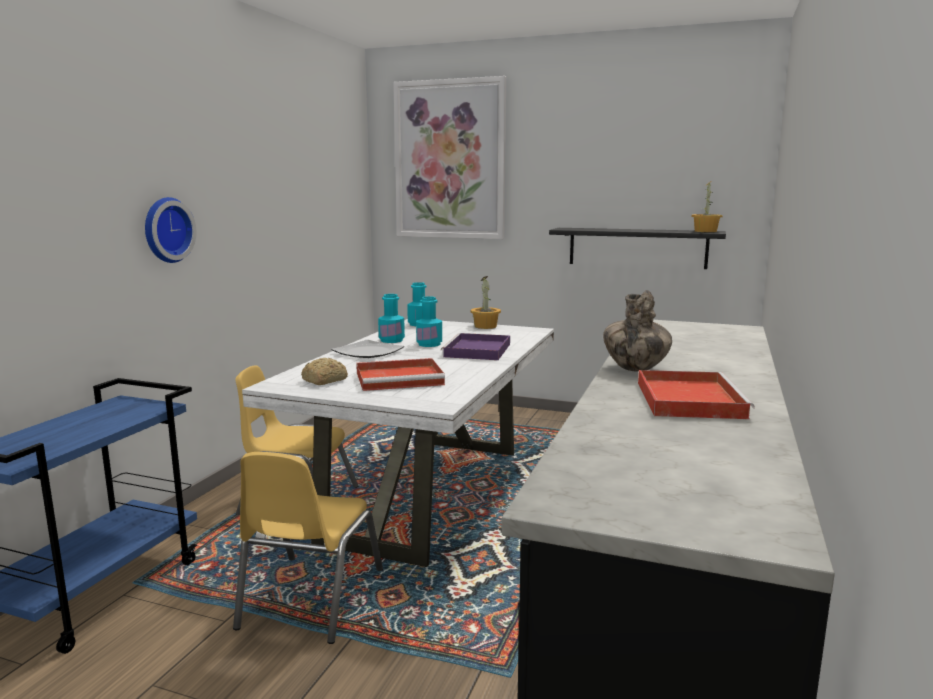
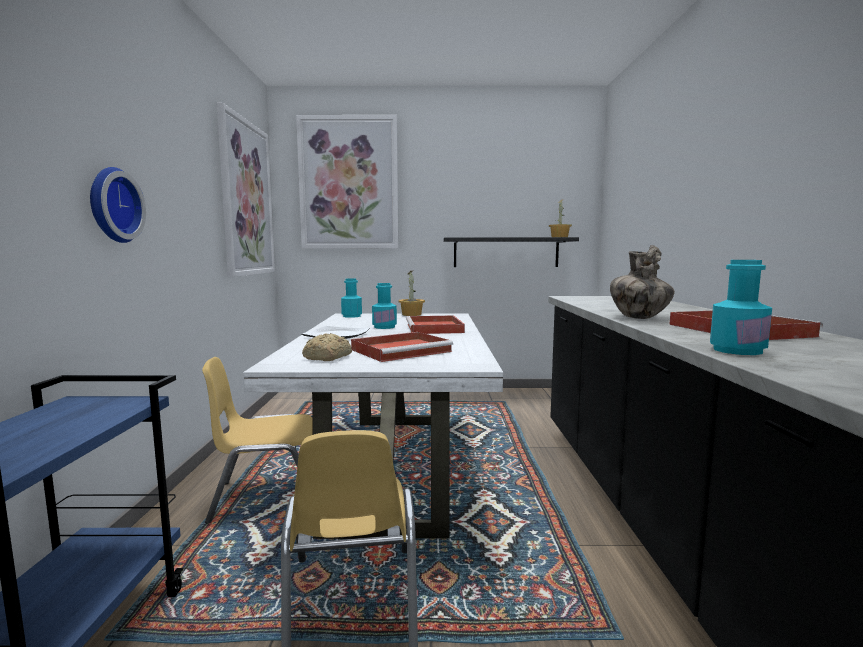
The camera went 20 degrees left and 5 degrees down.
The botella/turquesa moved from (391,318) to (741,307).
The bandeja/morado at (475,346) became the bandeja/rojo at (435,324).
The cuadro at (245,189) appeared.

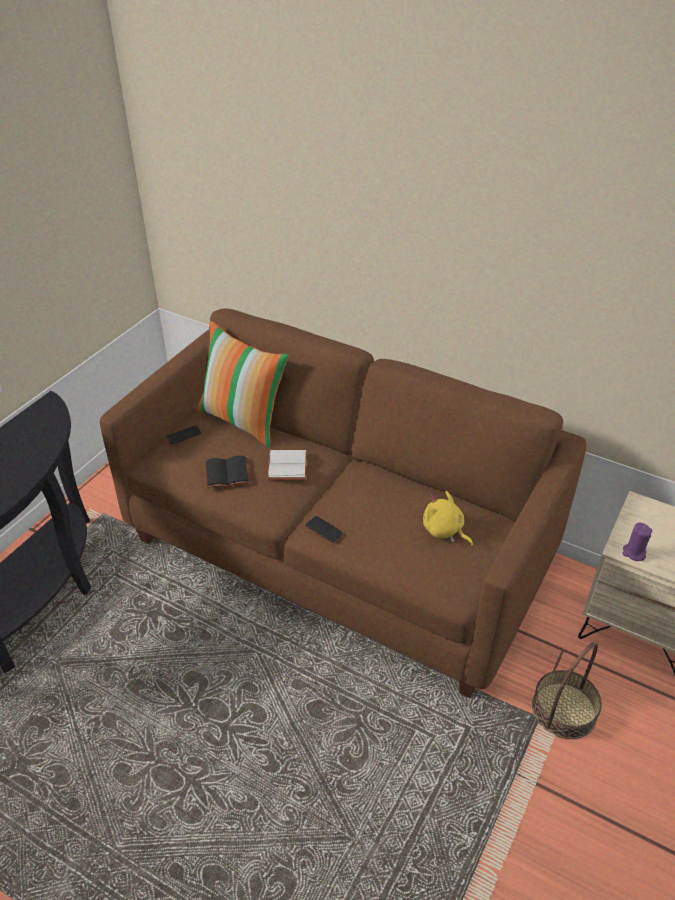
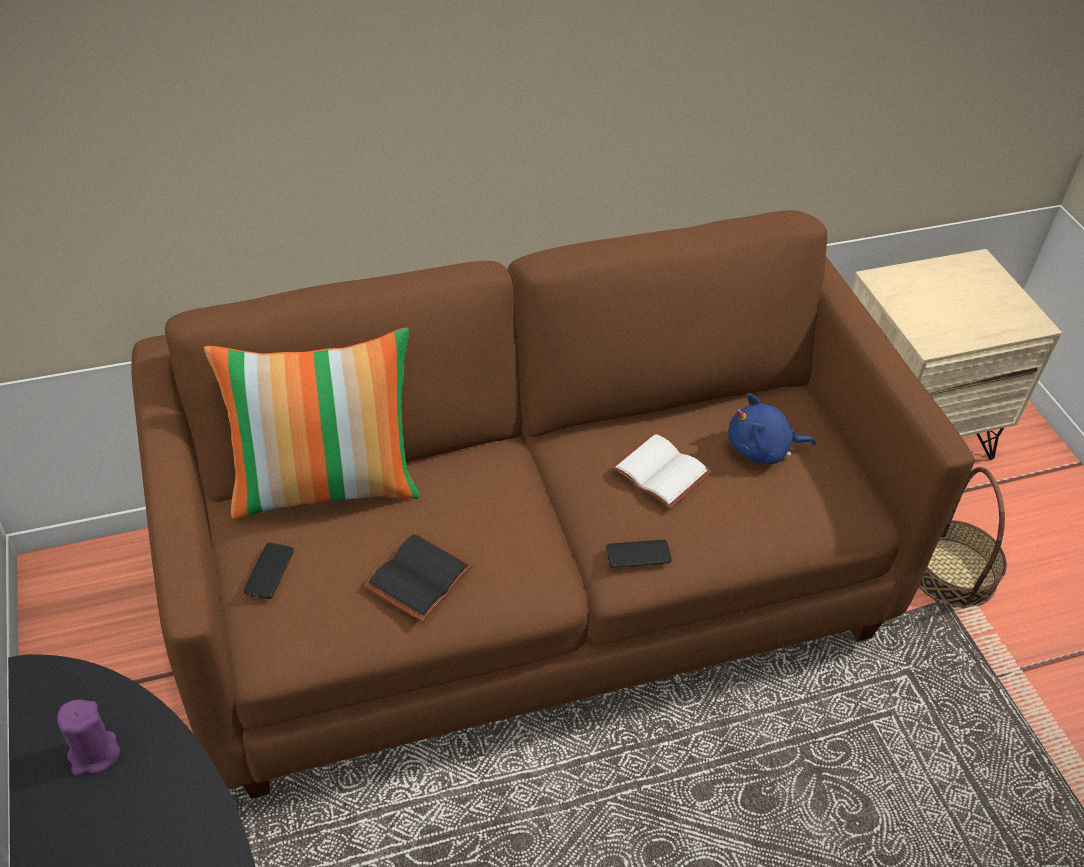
The camera went 50 degrees left and 5 degrees up.
The libro/blanco moved from (287,465) to (661,471).
The peluche/amarillo at (448,518) became the peluche/azul at (772,428).
The vela/morado moved from (637,541) to (88,737).

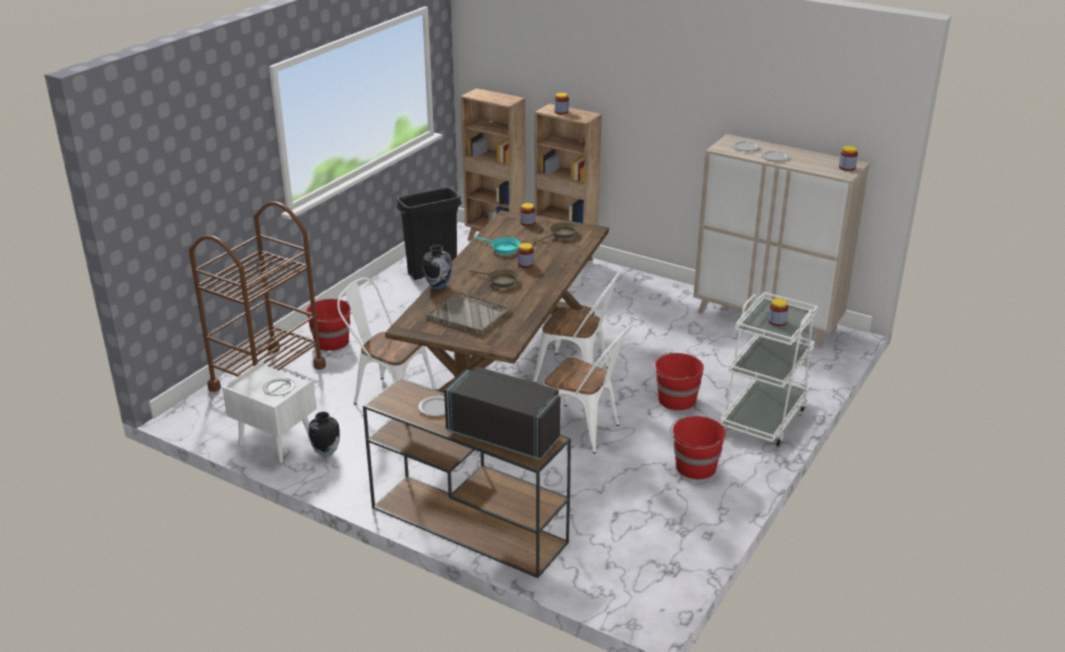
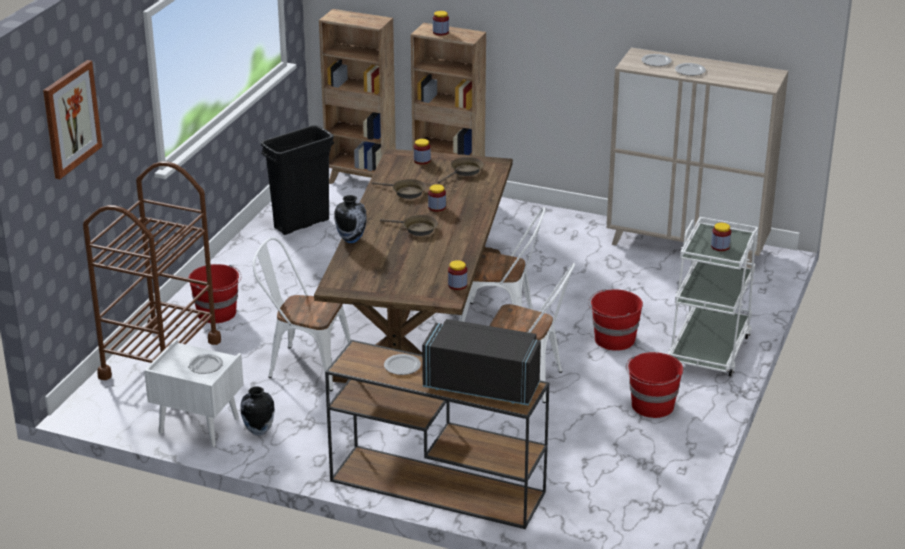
The camera went 10 degrees left and 0 degrees up.
The tarro moved from (848,158) to (457,275).
The sartén/turquesa at (498,246) became the sartén/marrón at (399,189).
The bandeja/gris at (469,313) disappeared.
The cuadro at (72,119) appeared.

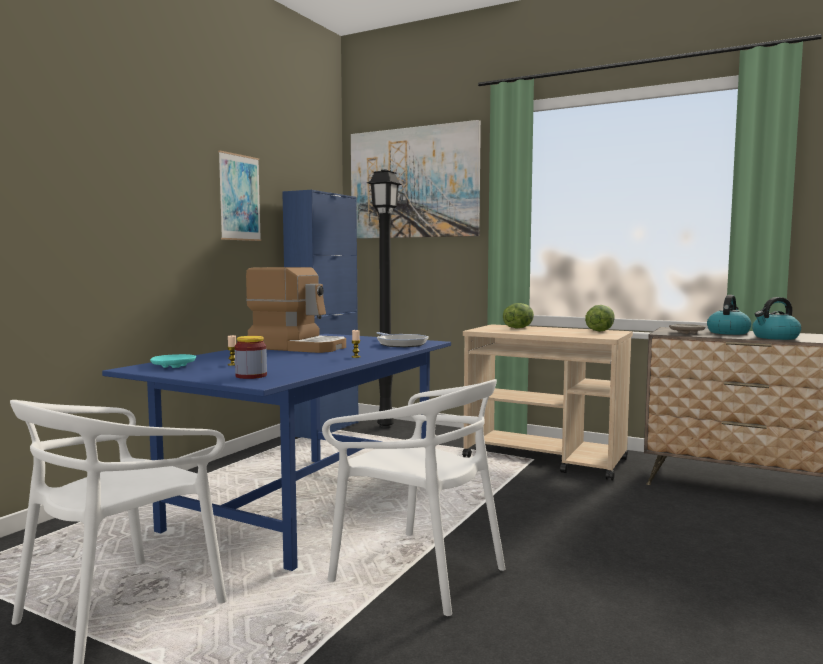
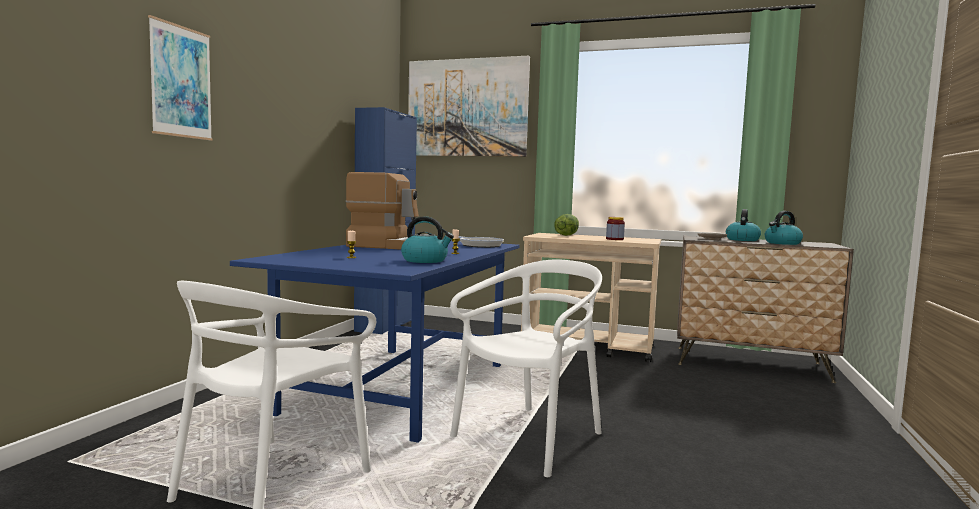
The camera went 10 degrees left and 0 degrees up.
The cuadro moved from (239,195) to (180,77).
The lámpara de pie/negro at (384,299) disappeared.
The lechuga at (600,318) disappeared.
The tarro moved from (251,357) to (615,228).
The plato/turquesa at (173,361) disappeared.
The silla/blanco at (413,497) turned 75 degrees counterclockwise.
The hervidor at (427,240) appeared.

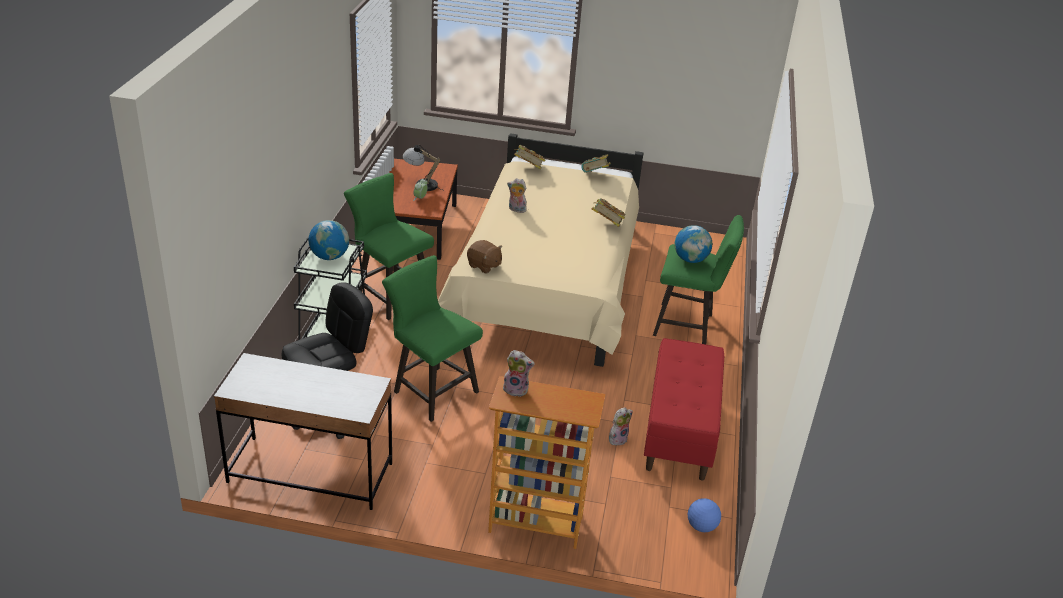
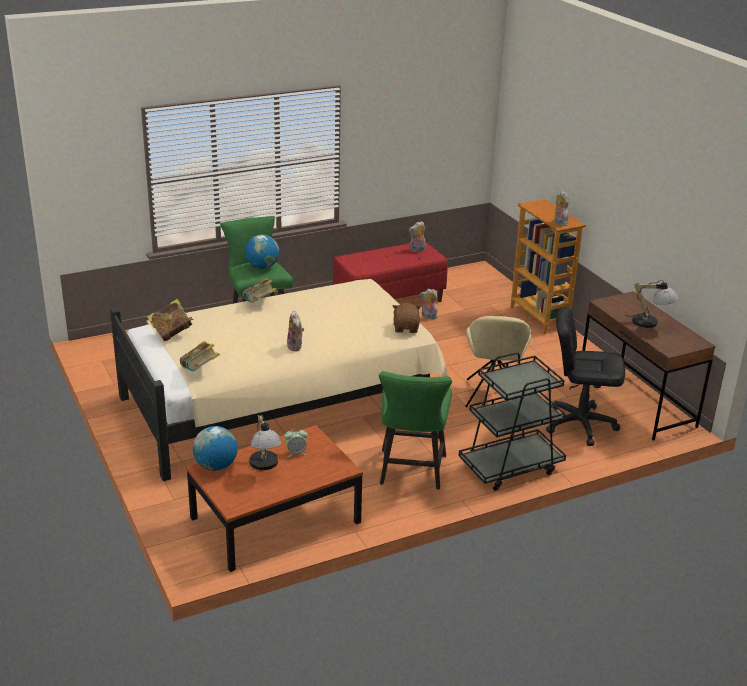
The camera went 125 degrees left and 5 degrees down.
The globo terráqueo moved from (328,240) to (215,448).
The taburete/verde at (432,338) was replaced by the silla/beis at (498,361).
The escritorio/blanco at (303,431) became the escritorio/marrón at (649,366).
The balón de fútbol at (704,515) disappeared.
The peluche at (417,236) appeared.
The lámpara de mesa at (652,304) appeared.

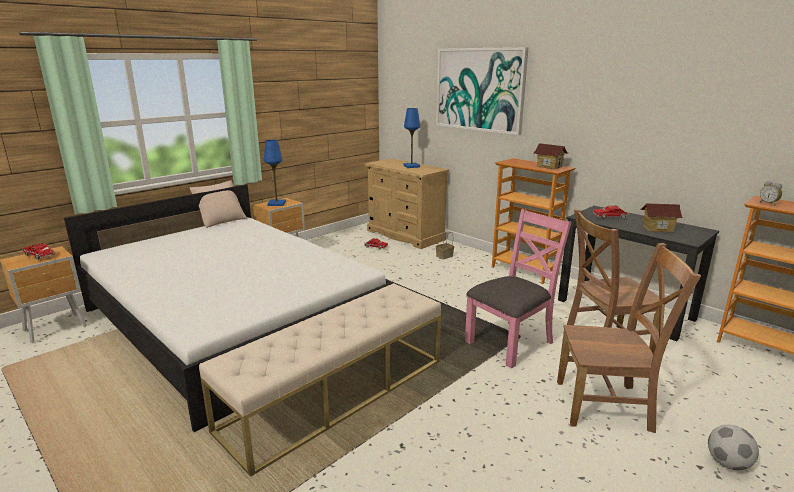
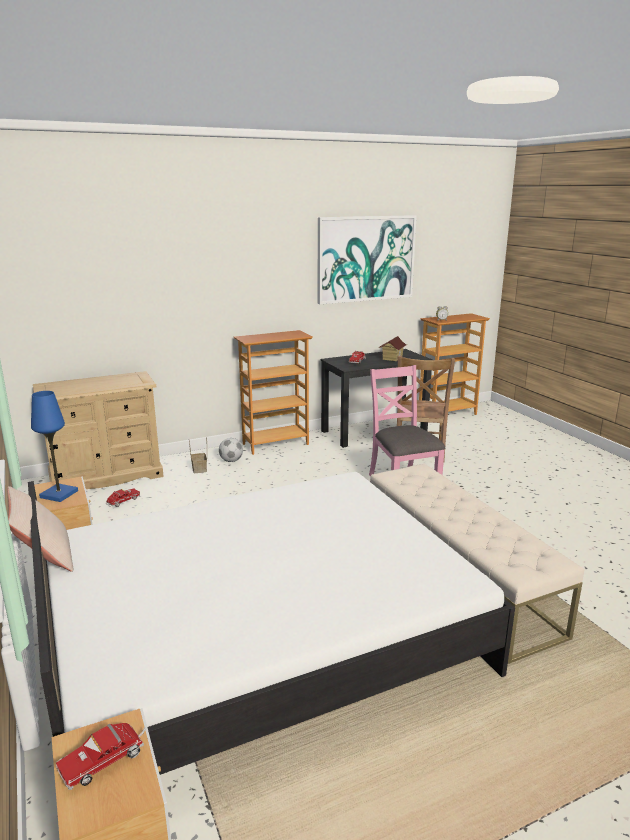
The camera went 70 degrees left and 0 degrees up.
The cuadro moved from (482,91) to (367,259).
The lámpara de mesa/azul at (411,138) disappeared.
The casita at (551,156) disappeared.
The silla/marrón at (629,338) disappeared.
The balón de fútbol moved from (733,447) to (231,450).

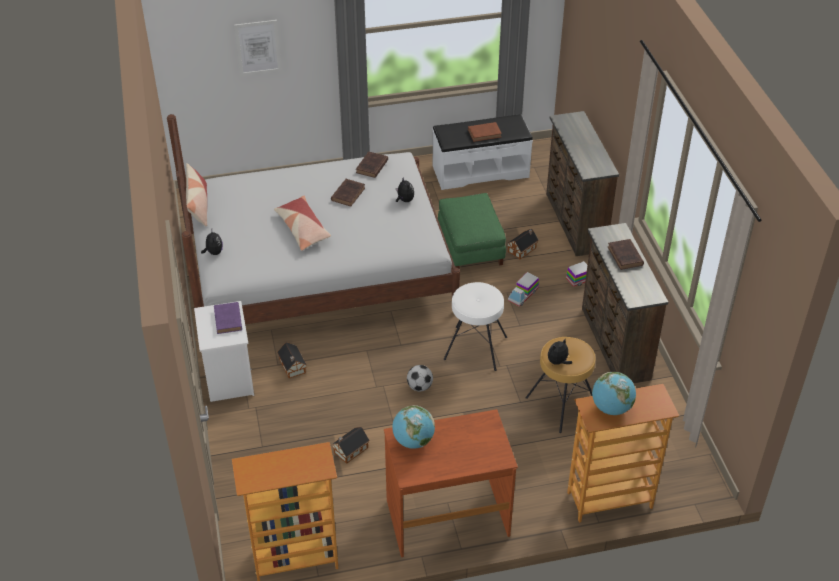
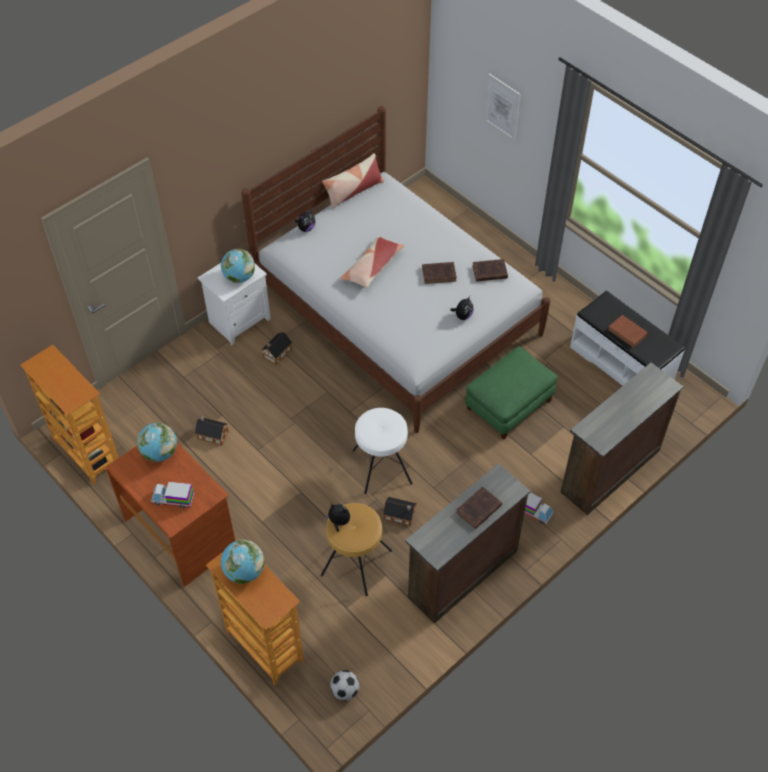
The camera went 60 degrees right and 10 degrees up.
The casita moved from (523,244) to (400,511).
The camión de juguete moved from (523,289) to (172,495).
The libro/morado at (228,318) was replaced by the globo terráqueo at (238,266).
The balón de fútbol moved from (420,378) to (344,685).

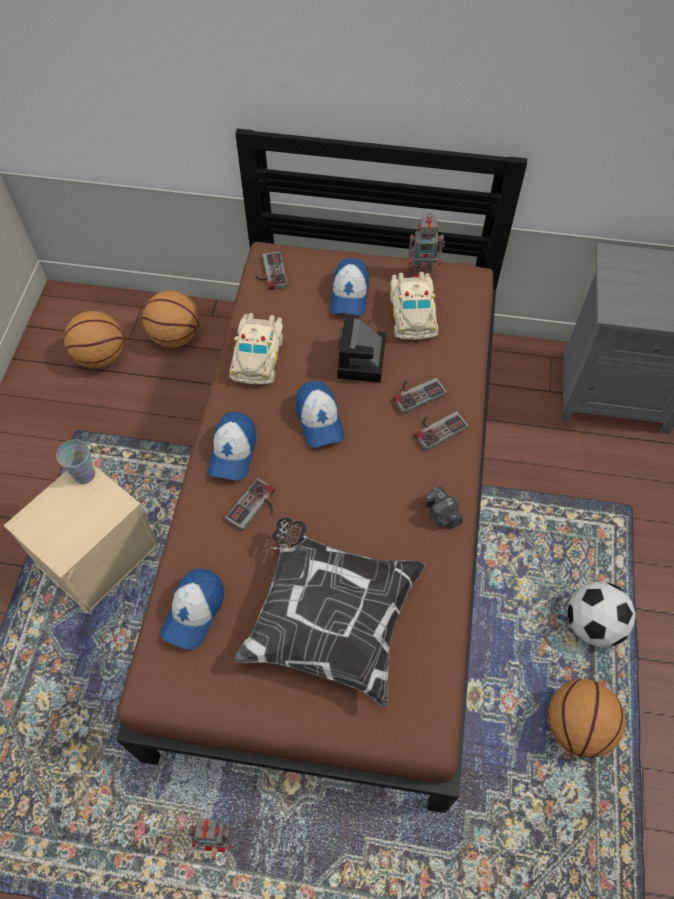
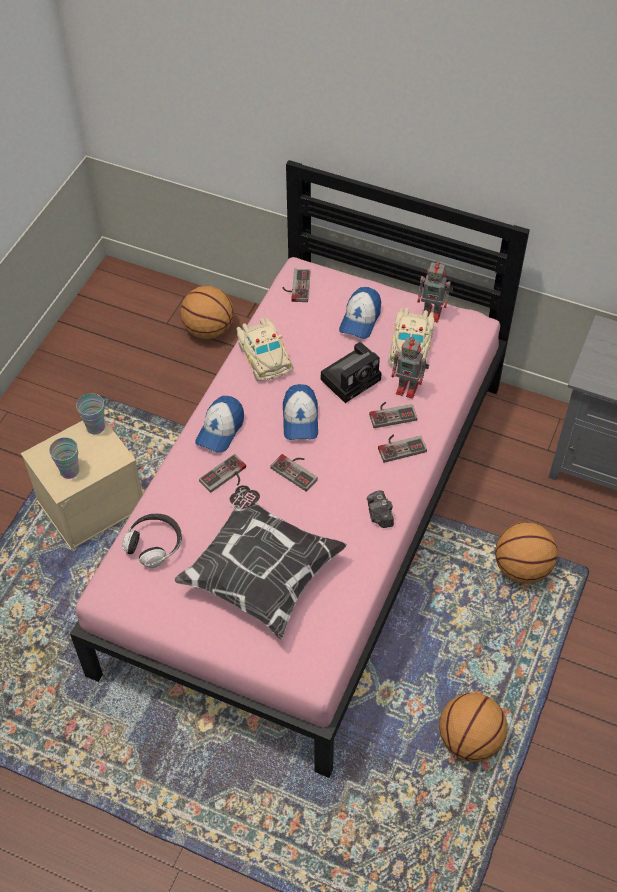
The camera went 15 degrees right and 5 degrees down.
The cama/marrón at (321,471) became the cama/rosa at (300,469).
The balón de baloncesto moved from (94,339) to (526,553).
The coche de juguete/beis at (256,348) turned 45 degrees counterclockwise.
The cámara at (361,348) turned 150 degrees counterclockwise.
The gorra at (192,609) was replaced by the auriculares at (152,541).
The balón de fútbol at (601,614) disappeared.
The robot de juguete moved from (212,835) to (410,368).
The taza at (64,458) appeared.
The mando de consola at (294,473) appeared.

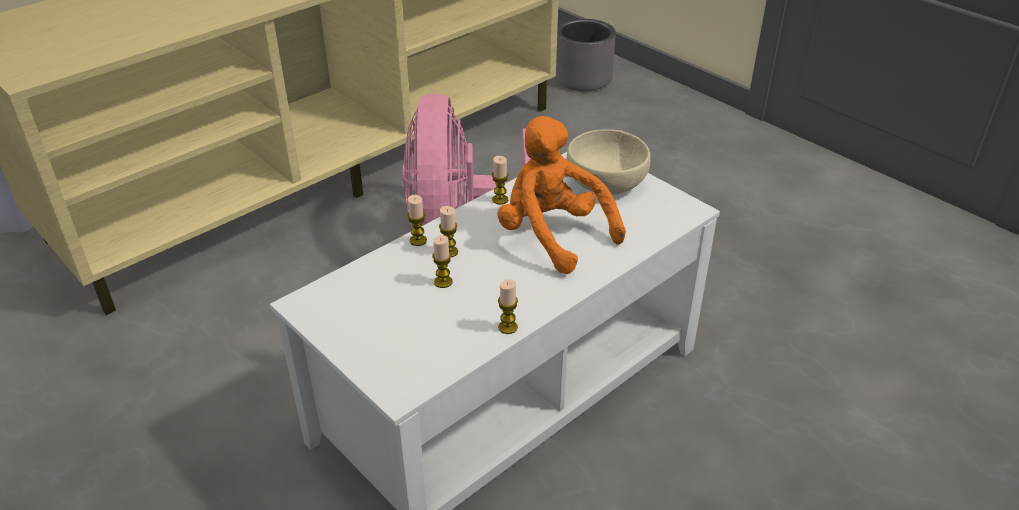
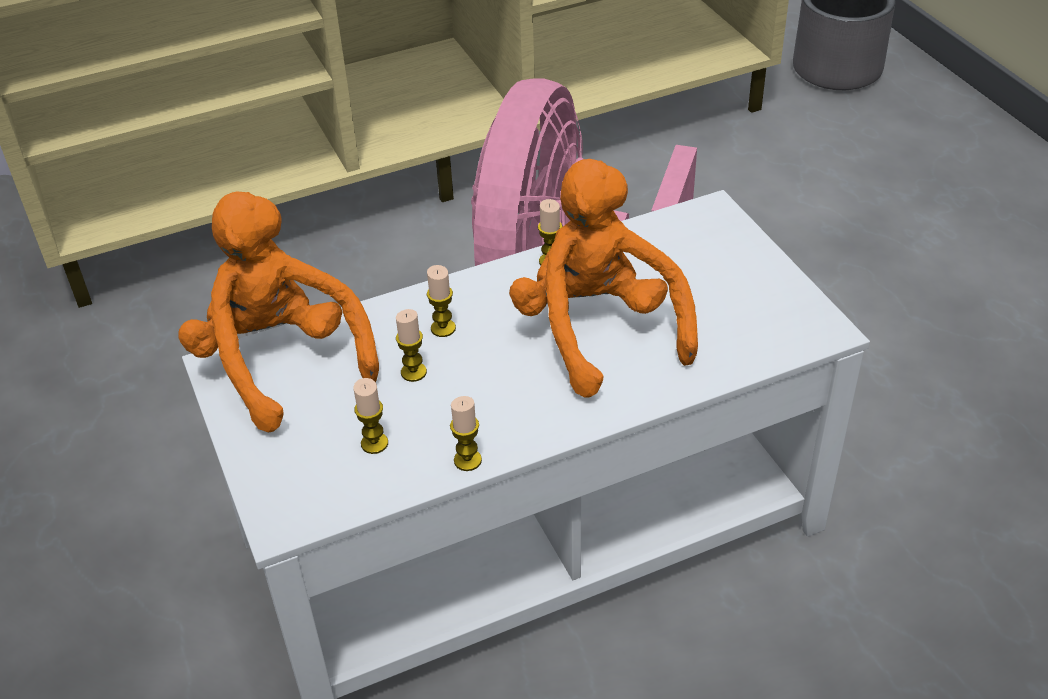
The camera went 20 degrees right and 5 degrees up.
The cuenco/beis at (609,161) disappeared.
The vela moved from (417,220) to (371,416).
The peluche/naranja at (278,311) appeared.

